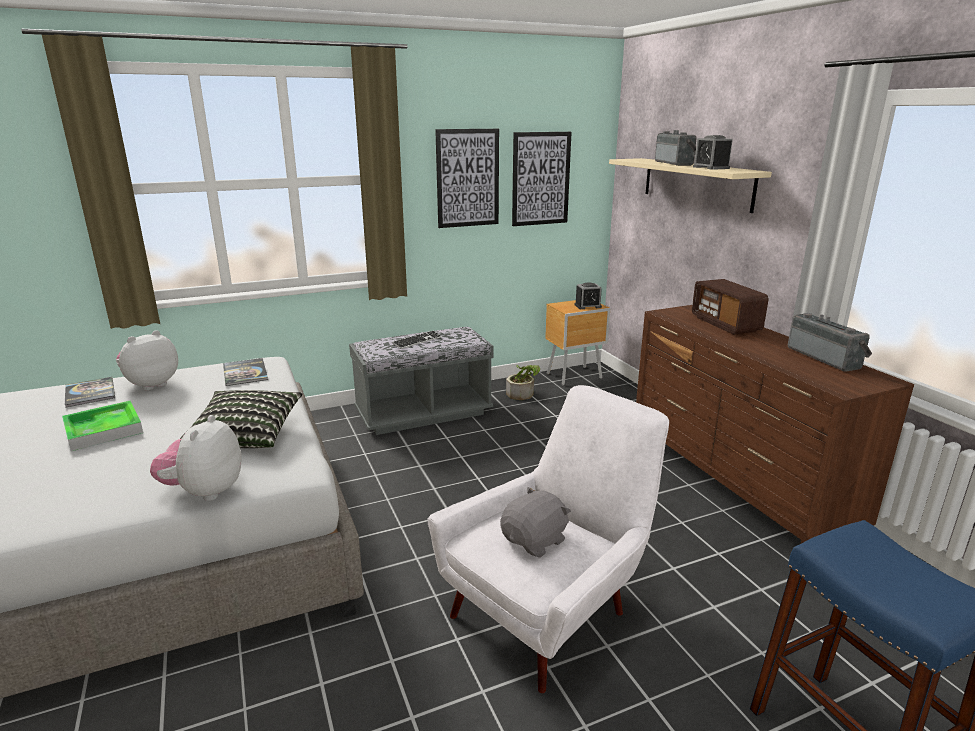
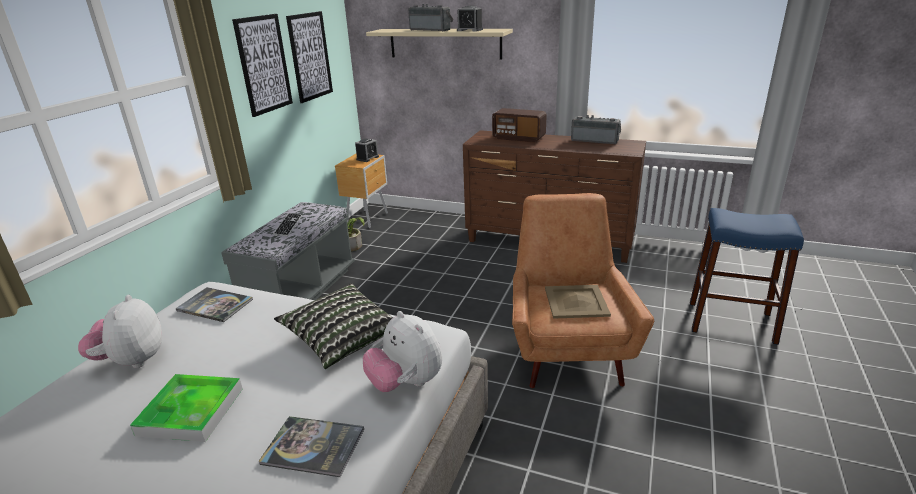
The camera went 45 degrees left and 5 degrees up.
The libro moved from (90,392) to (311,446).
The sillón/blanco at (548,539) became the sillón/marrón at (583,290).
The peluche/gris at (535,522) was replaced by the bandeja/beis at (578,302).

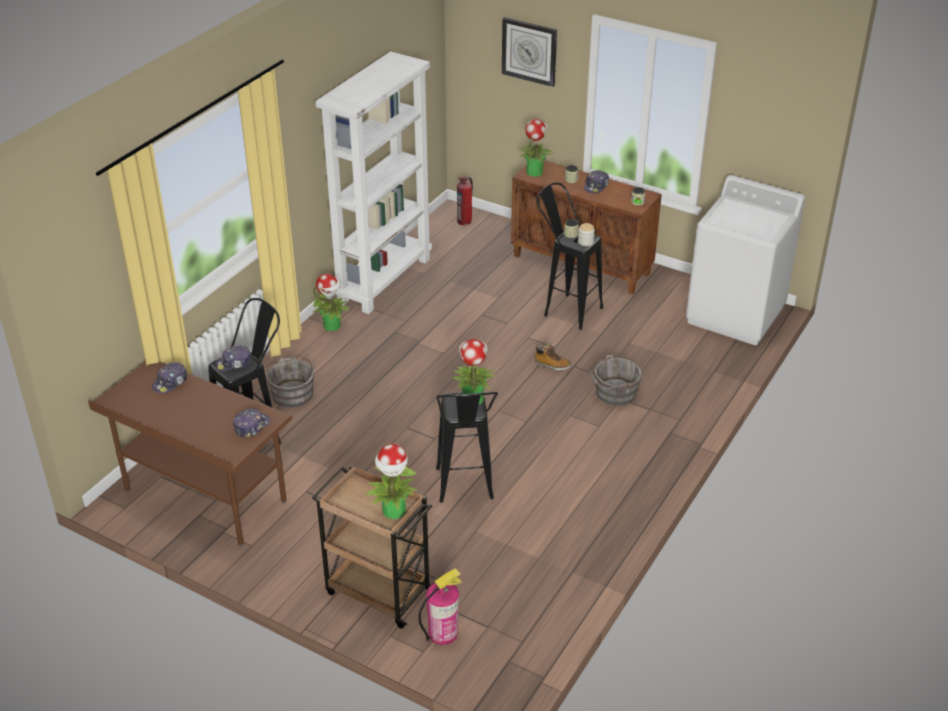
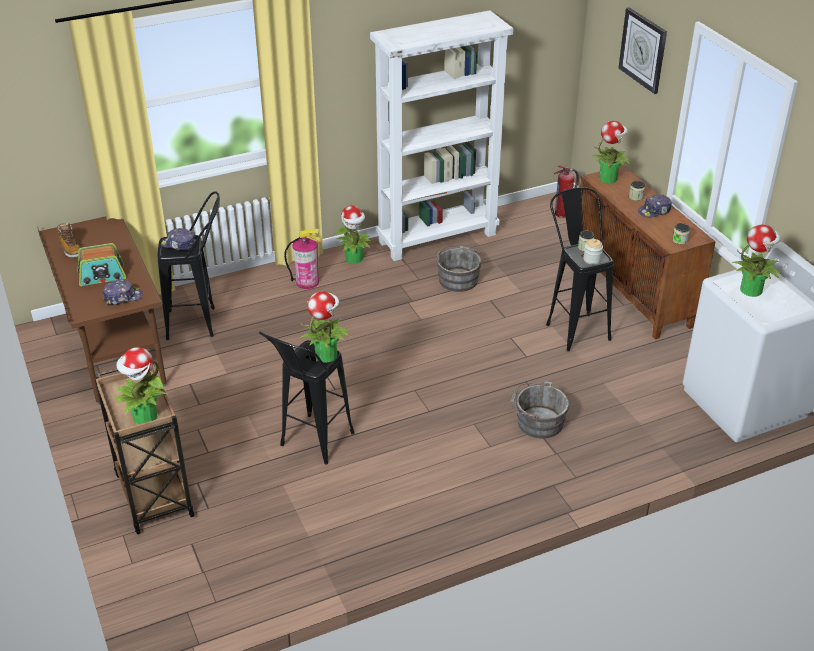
The camera went 35 degrees right and 0 degrees up.
The bota moved from (553,357) to (69,240).
The cubo/gris moved from (290,382) to (460,268).
The gorra at (169,378) disappeared.
The extintor moved from (440,606) to (302,259).
The planta en maceta at (757,260) appeared.
The radio at (101,264) appeared.

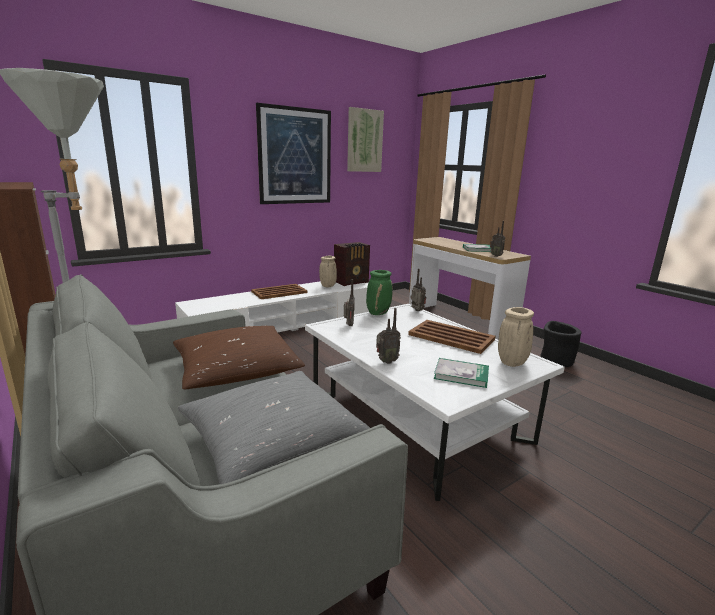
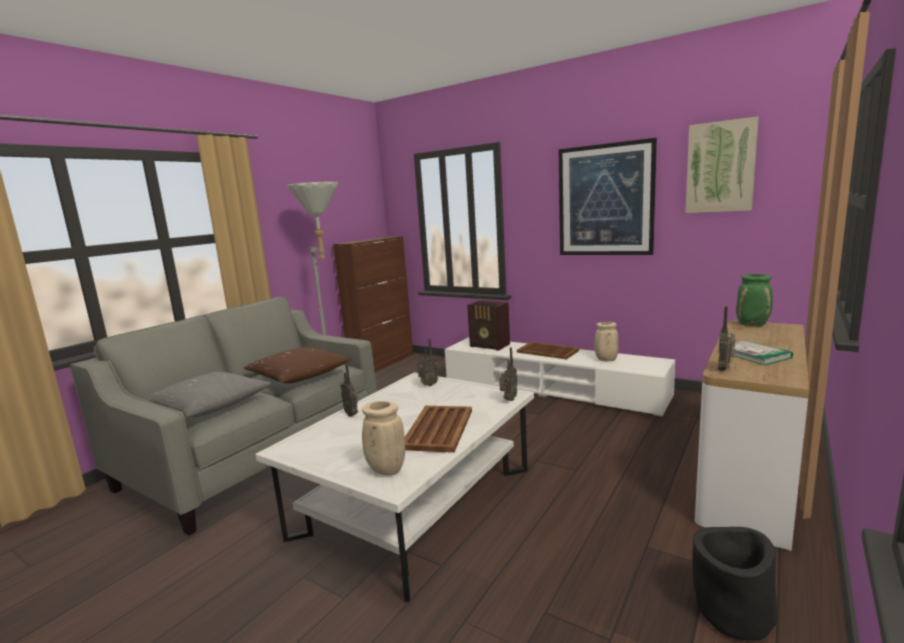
The camera went 70 degrees right and 5 degrees down.
The radio moved from (352,264) to (488,325).
The florero/verde moved from (379,292) to (754,300).
The libro at (461,373) disappeared.

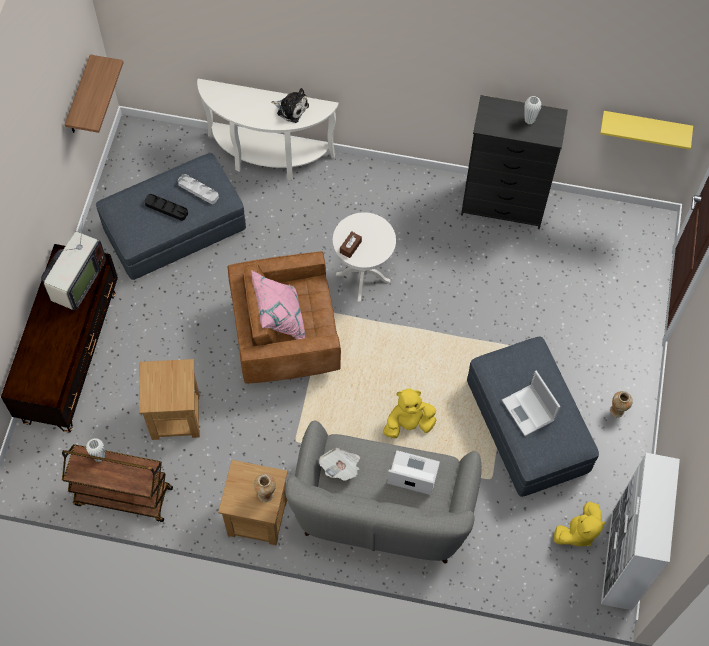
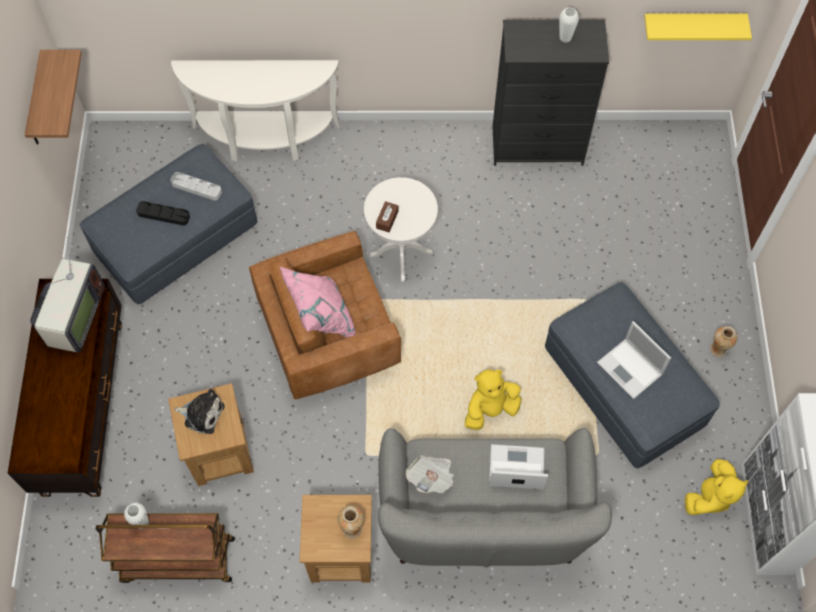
The camera went 10 degrees left and 0 degrees up.
The peluche moved from (290,105) to (199,411).

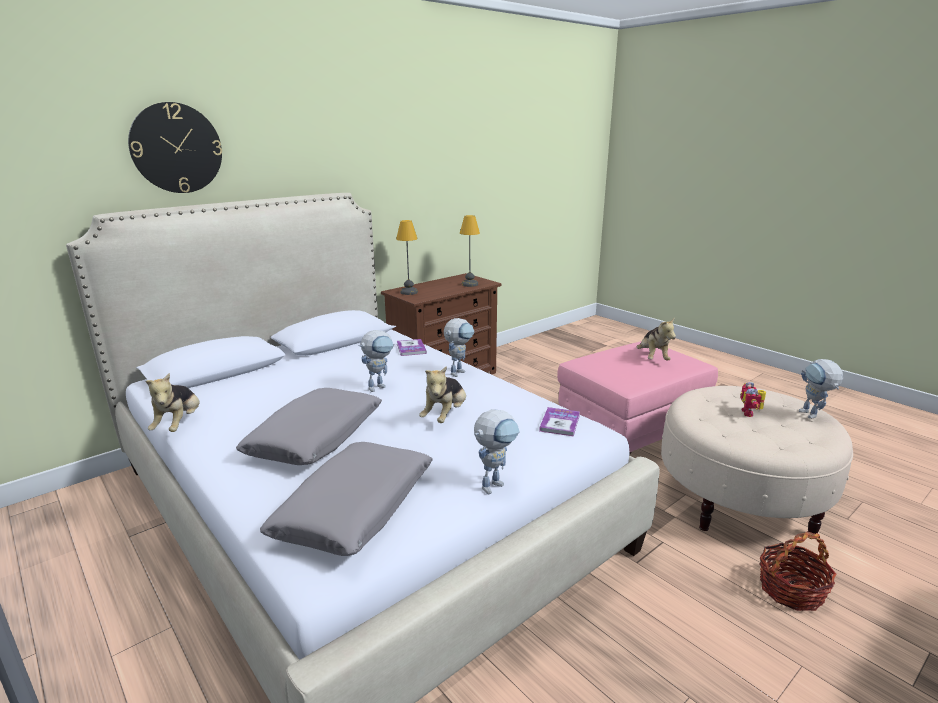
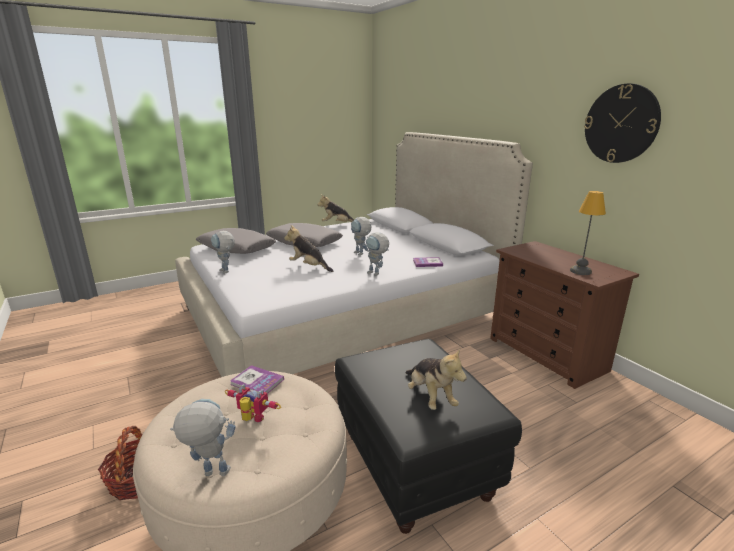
The camera went 100 degrees right and 0 degrees up.
The reloj de pared moved from (175,147) to (622,123).
The lámpara de mesa at (407,257) disappeared.
The peluche at (656,338) turned 120 degrees counterclockwise.
The puf/rosa at (637,398) became the puf/negro at (428,436).
The libro moved from (559,421) to (257,379).

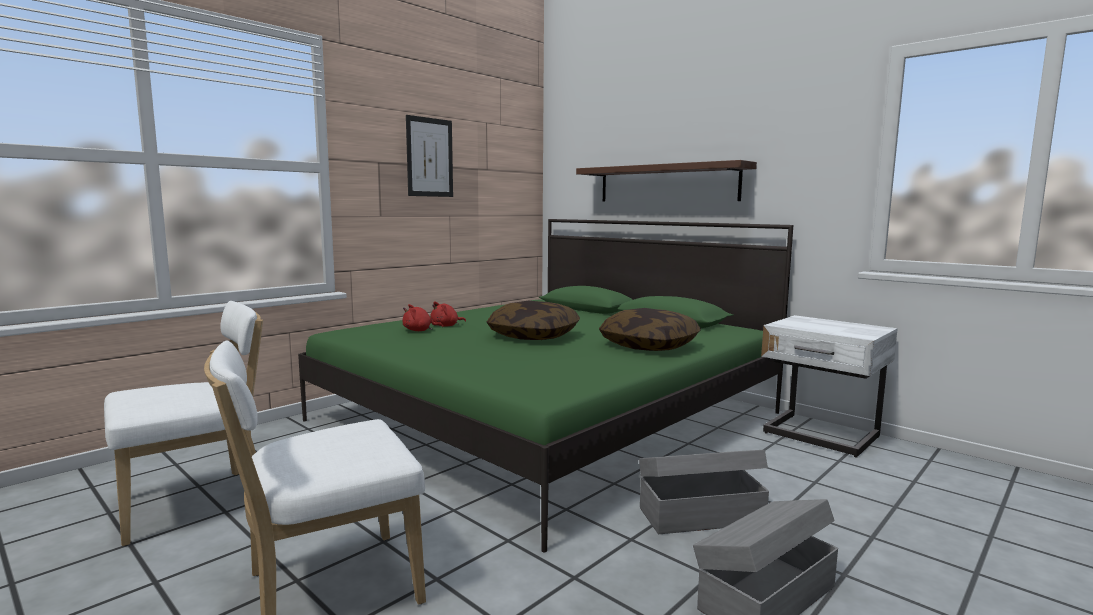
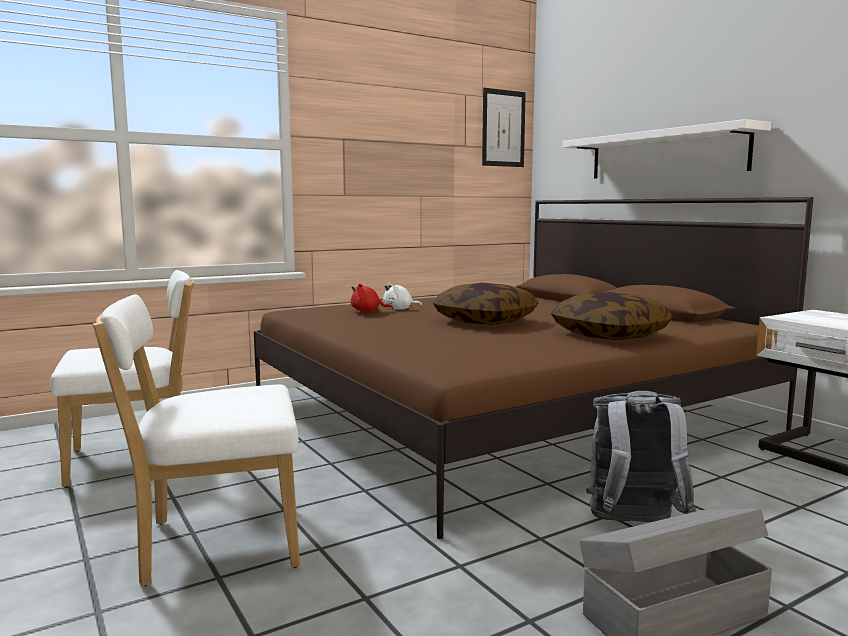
The camera went 15 degrees right and 0 degrees up.
The cuadro moved from (429,156) to (504,127).
The estante/marrón at (666,180) became the estante/blanco at (666,148).
The cama/verde at (545,385) became the cama/marrón at (534,368).
The peluche/rojo at (448,314) became the peluche/blanco at (402,296).
The caja de almacenaje/gris at (704,492) was replaced by the mochila/gris at (641,457).

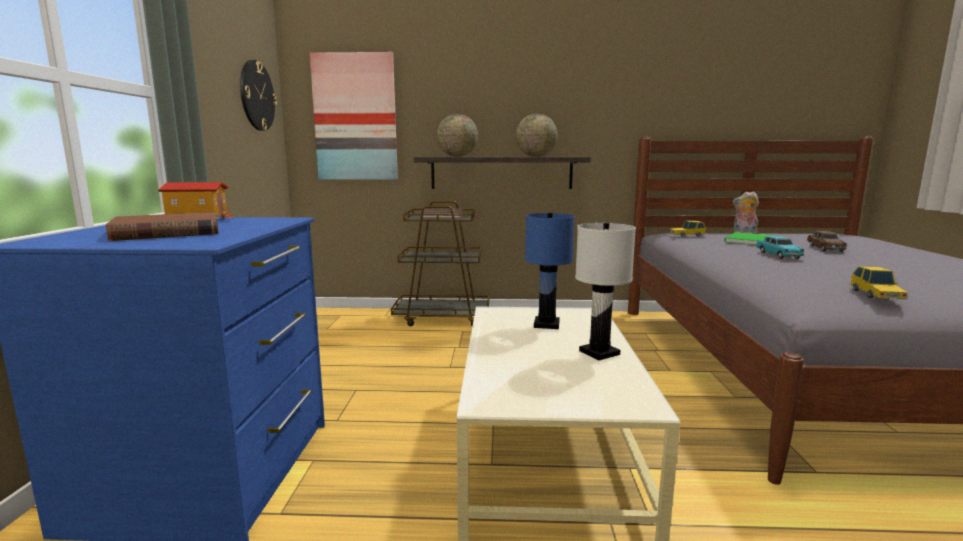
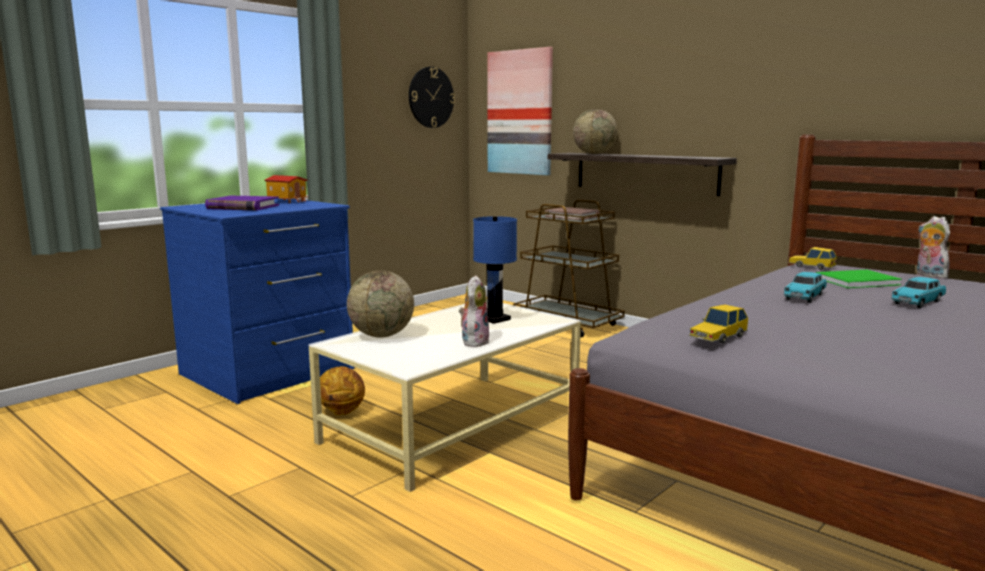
The camera went 40 degrees right and 0 degrees up.
The globo terráqueo moved from (536,135) to (380,304).
The libro/marrón at (162,226) became the libro/morado at (242,203).
The lámpara de mesa/blanco at (605,291) was replaced by the peluche at (474,311).
The coche de juguete/marrón at (827,241) became the coche de juguete/turquesa at (918,292).
The balón de baloncesto at (342,390) appeared.

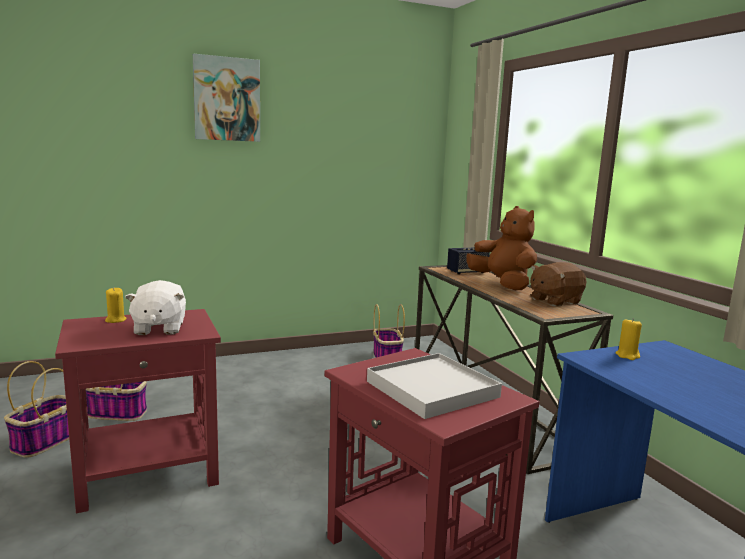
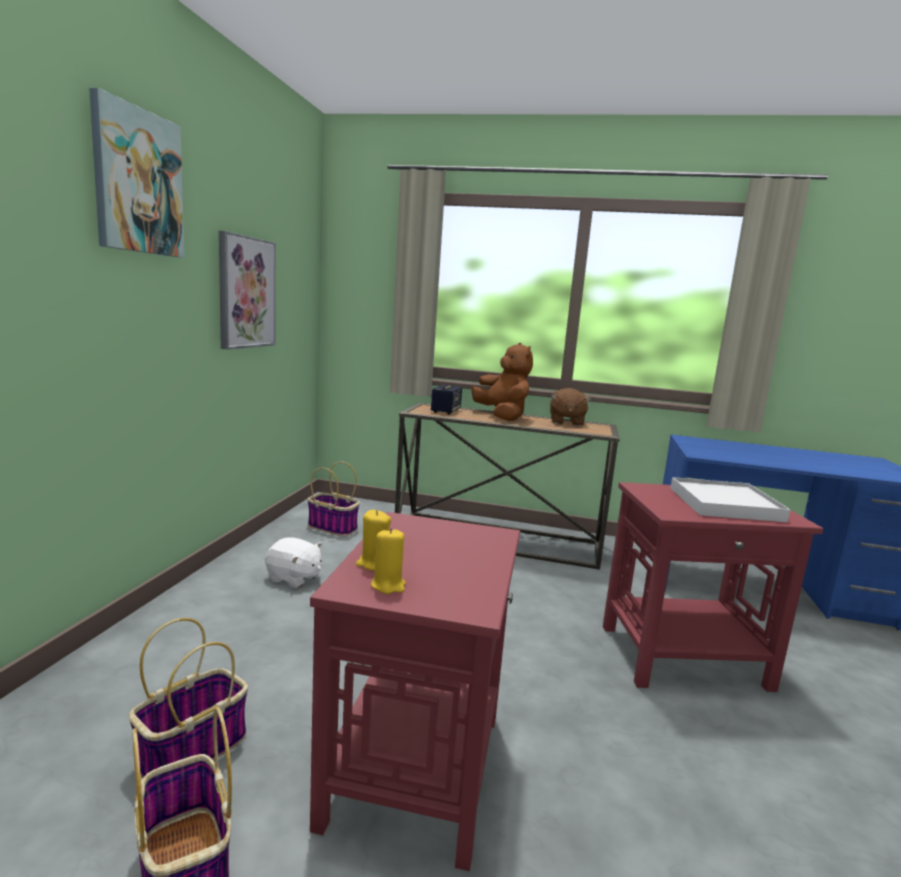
The camera went 55 degrees left and 0 degrees up.
The peluche/marrón at (501,248) turned 60 degrees clockwise.
The peluche/blanco moved from (155,307) to (293,562).
The vela/amarillo moved from (629,339) to (388,561).
The cuadro at (247,290) appeared.

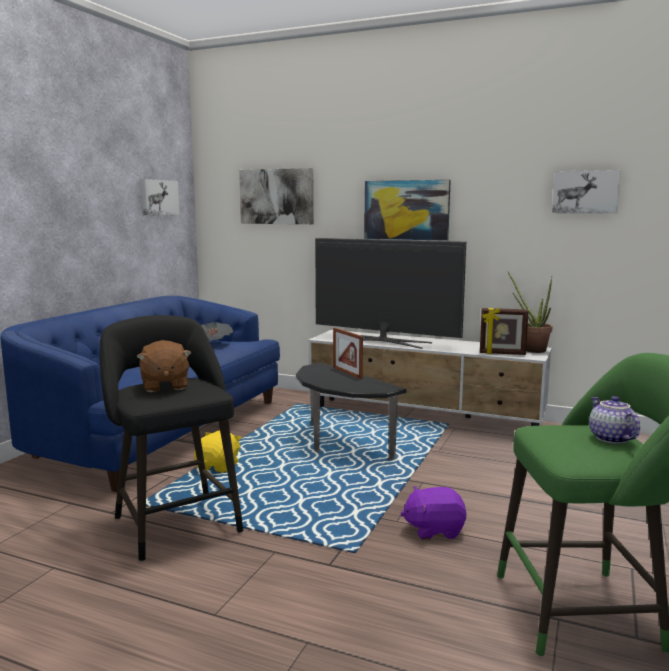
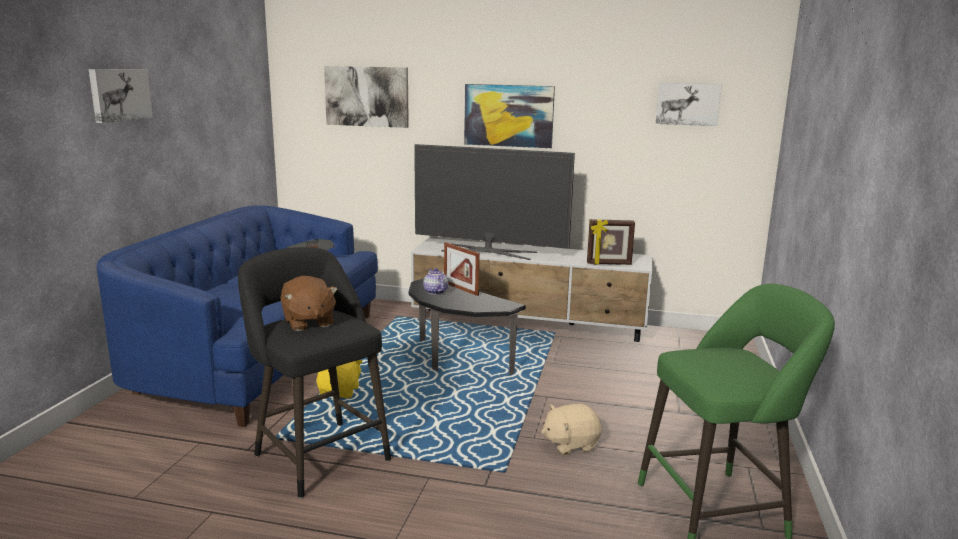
The camera went 10 degrees left and 5 degrees up.
The cuadro moved from (160,197) to (121,96).
The planta en maceta at (530,312) disappeared.
The tetera moved from (614,420) to (436,281).
The peluche/morado at (433,513) became the peluche/beis at (571,429).

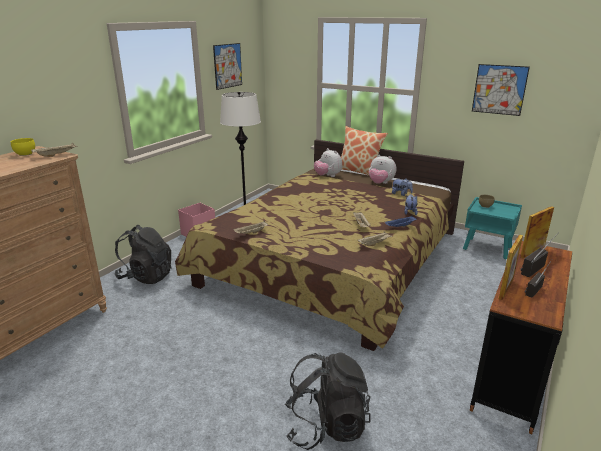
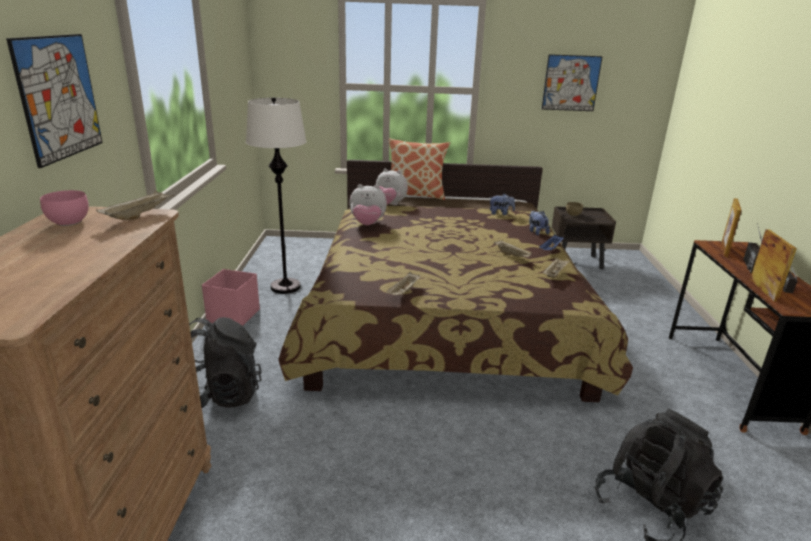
The camera went 30 degrees left and 0 degrees up.
The cuadro moved from (227,66) to (54,101).
The cuenco/amarillo at (23,147) became the cuenco/rosa at (64,208).
The peluche moved from (382,169) to (368,204).
The mesita de noche/turquesa at (492,228) became the mesita de noche/marrón at (584,237).

